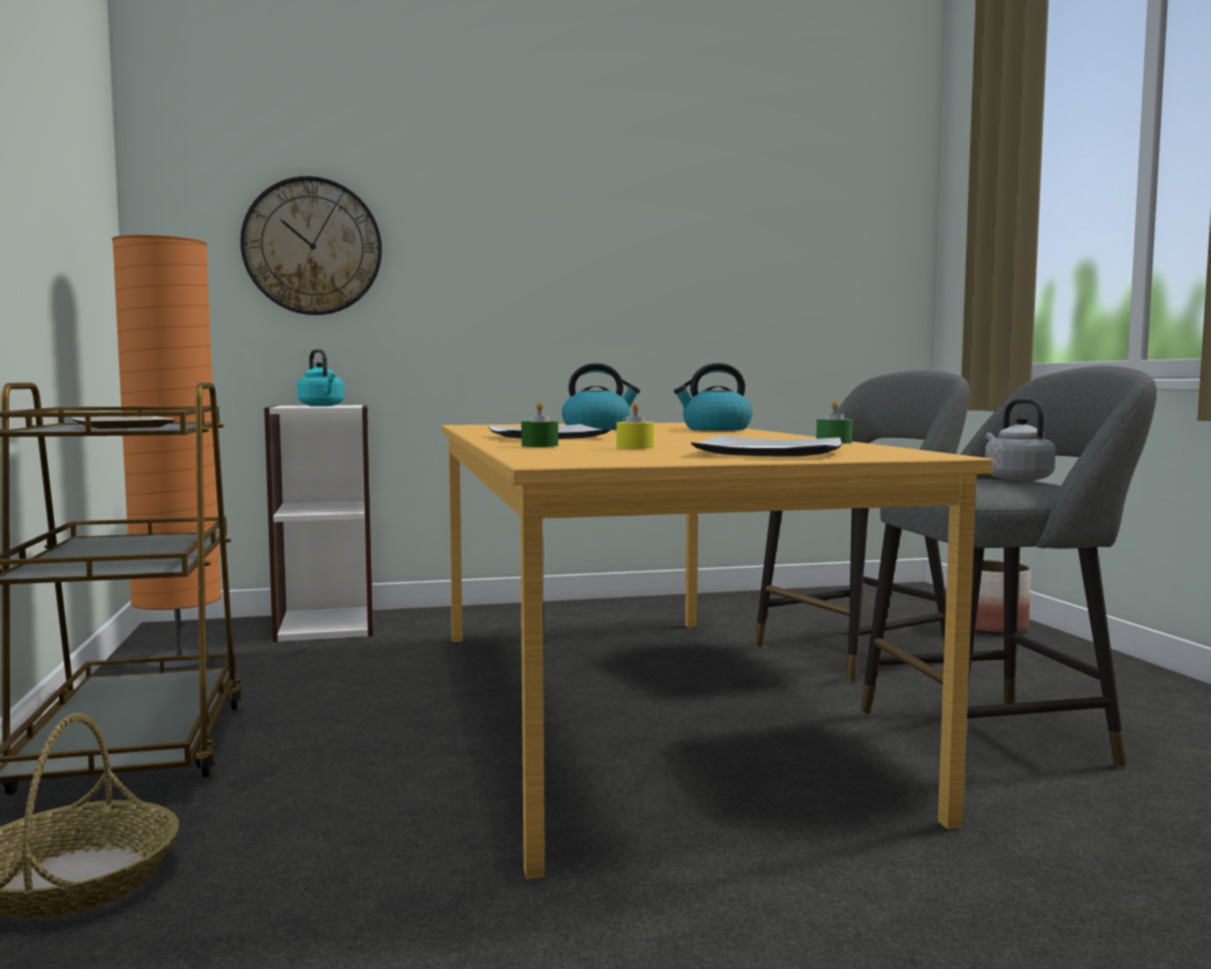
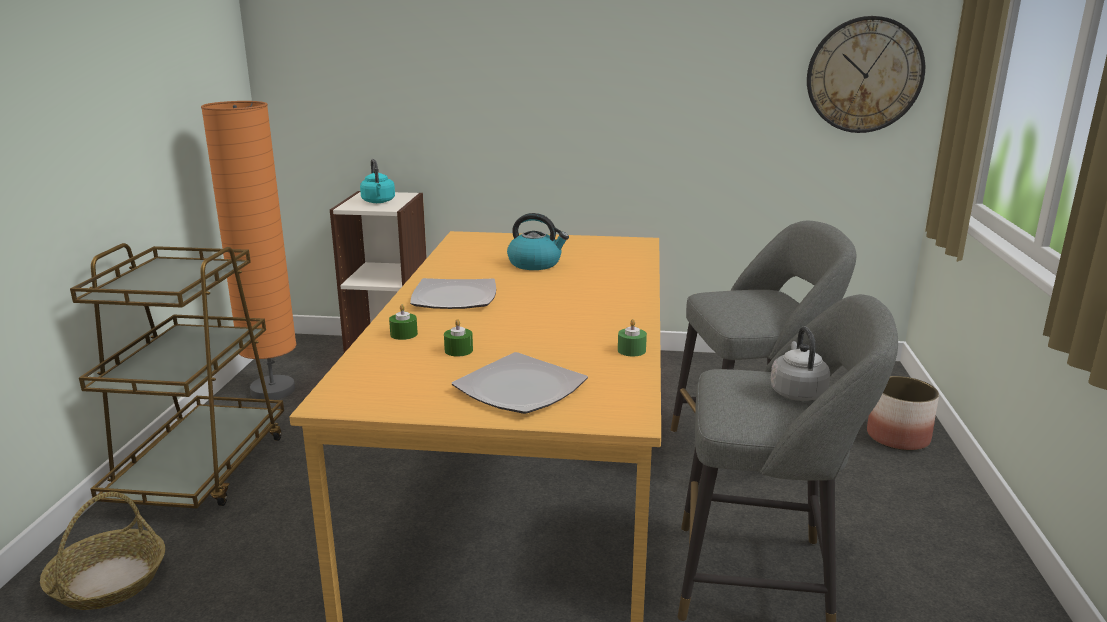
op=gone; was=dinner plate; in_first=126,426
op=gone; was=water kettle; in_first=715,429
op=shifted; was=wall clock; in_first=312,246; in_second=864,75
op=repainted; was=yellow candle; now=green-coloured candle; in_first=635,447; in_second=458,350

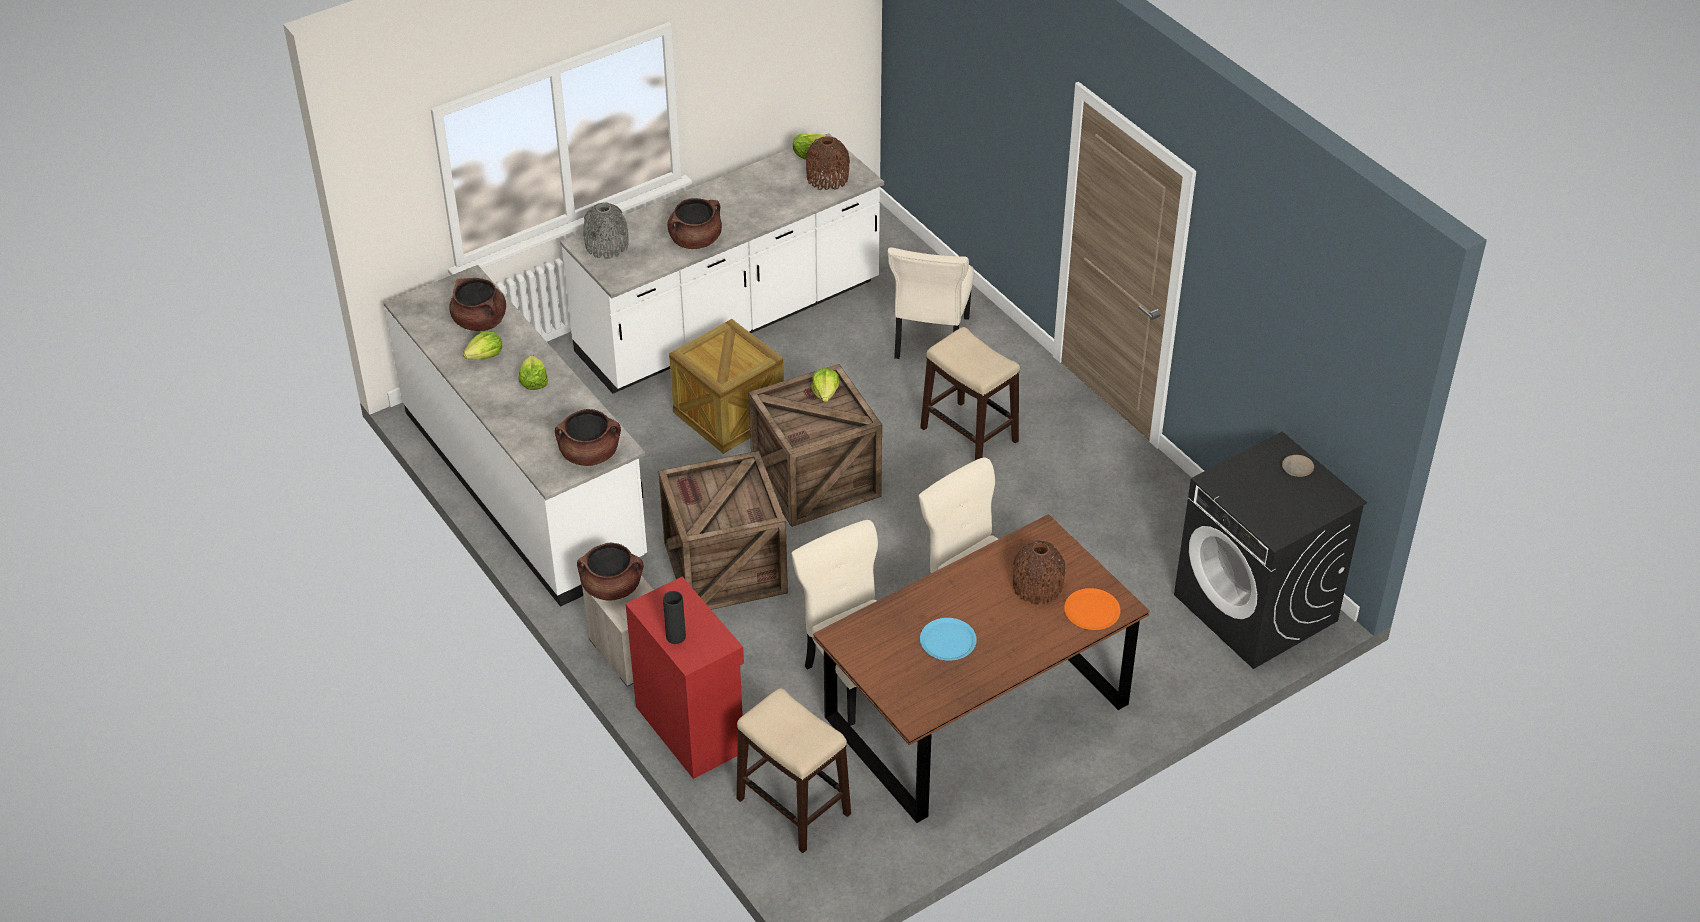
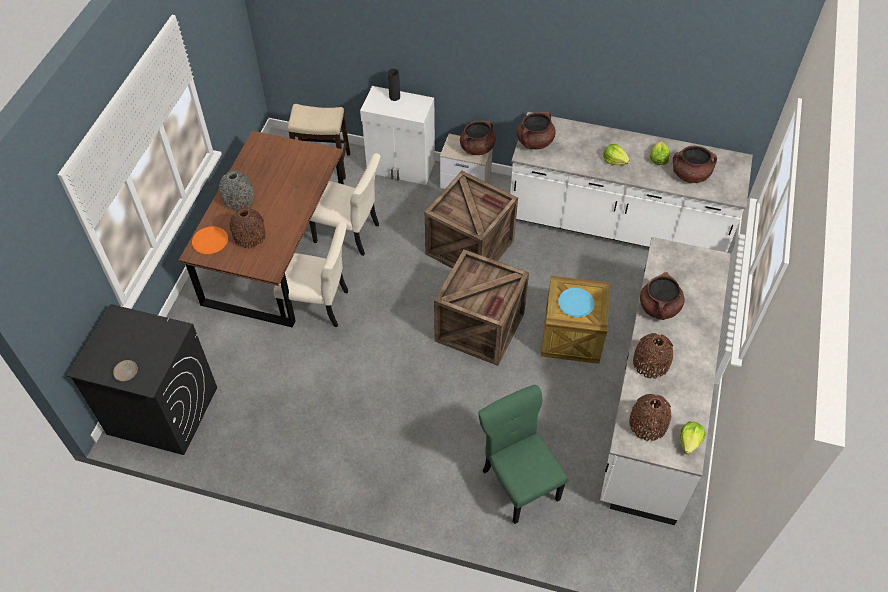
op=gone; was=lettuce; in_first=825,393
op=gone; was=stool seat; in_first=970,435
op=new; now=brown-coloured vase; in_second=650,363
op=shifted; was=greyish vase; in_first=607,245; in_second=238,199
op=shifted; was=blue-coloured dinner plate; in_first=948,640; in_second=576,303
op=repainted; was=red storage cabinet; now=white storage cabinet; in_first=691,727; in_second=401,168
op=repainted; was=beige-coloured plain chair; now=green-coloured plain chair; in_first=930,340; in_second=519,482

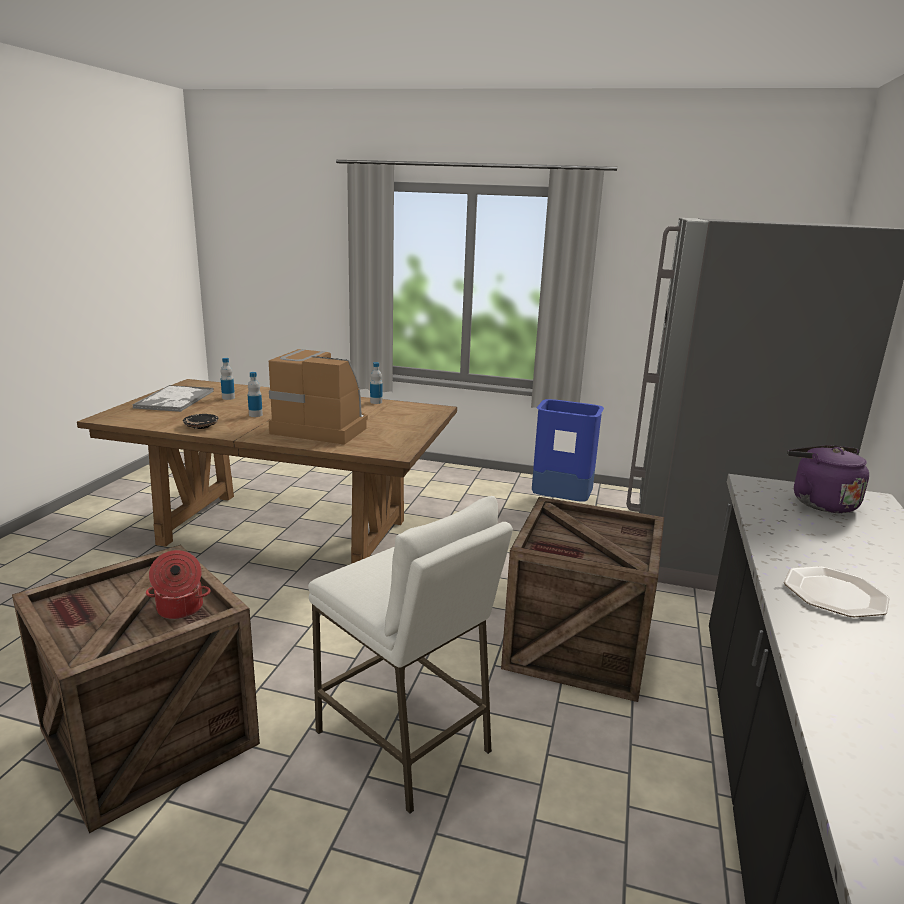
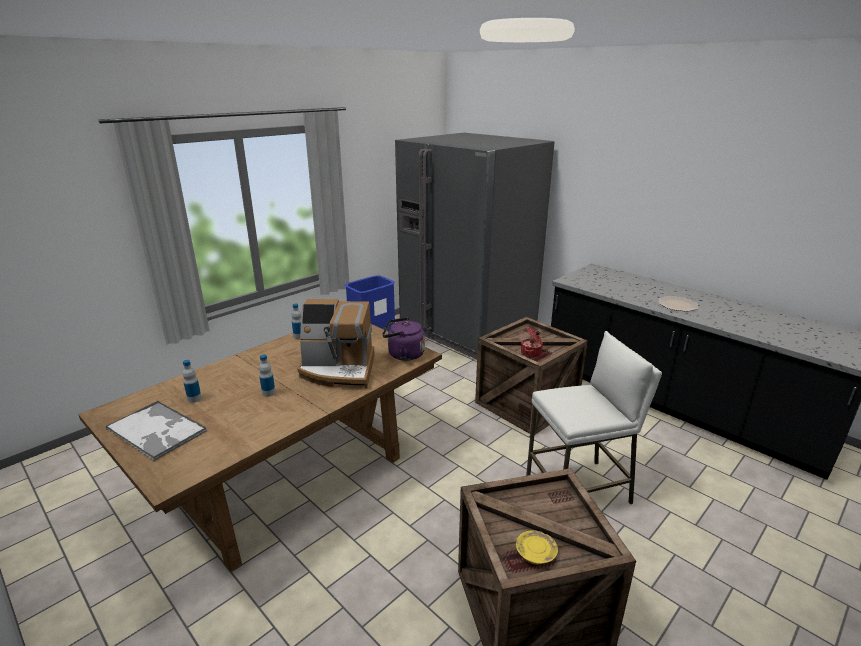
op=gone; was=blackish dinner plate; in_first=201,426
op=new; now=yellow dinner plate; in_second=535,553
op=shifted; was=saucepot; in_first=179,609; in_second=531,353
op=shifted; was=purple-coloured water kettle; in_first=819,502; in_second=403,354
op=rotated; was=coffee maker; in_first=321,428; in_second=338,370; clockwise=-135

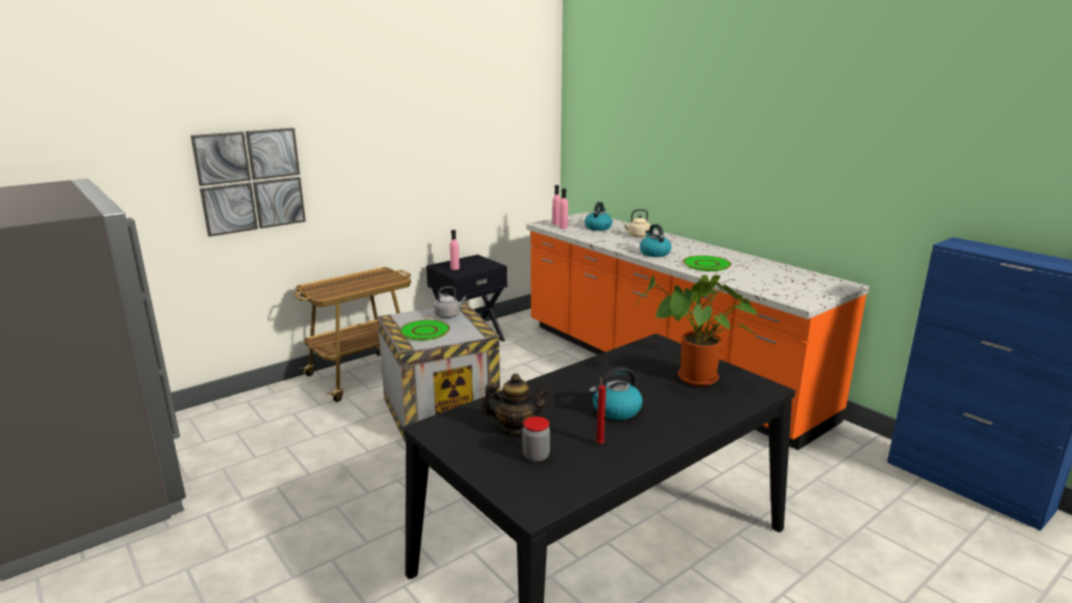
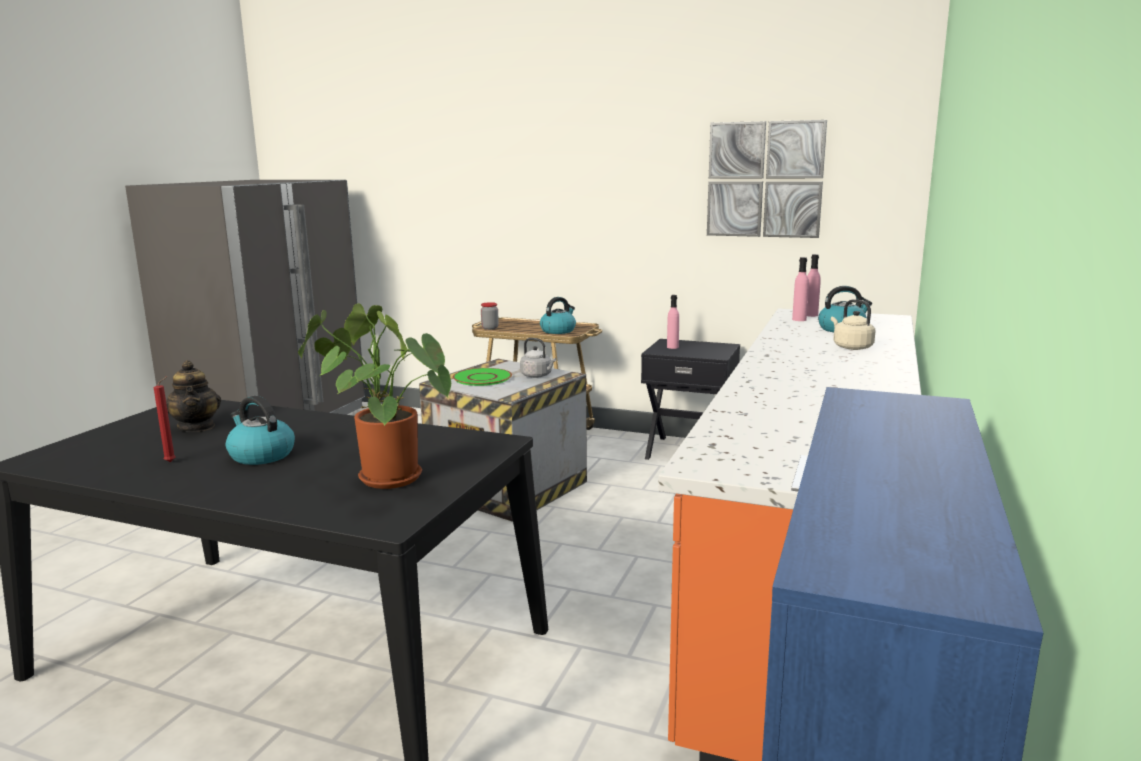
op=gone; was=green-coloured dinner plate; in_first=706,264
op=shifted; was=wall art; in_first=251,180; in_second=764,179
op=shifted; was=storage jar; in_first=536,456; in_second=490,328
op=shifted; was=water kettle; in_first=654,253; in_second=558,330

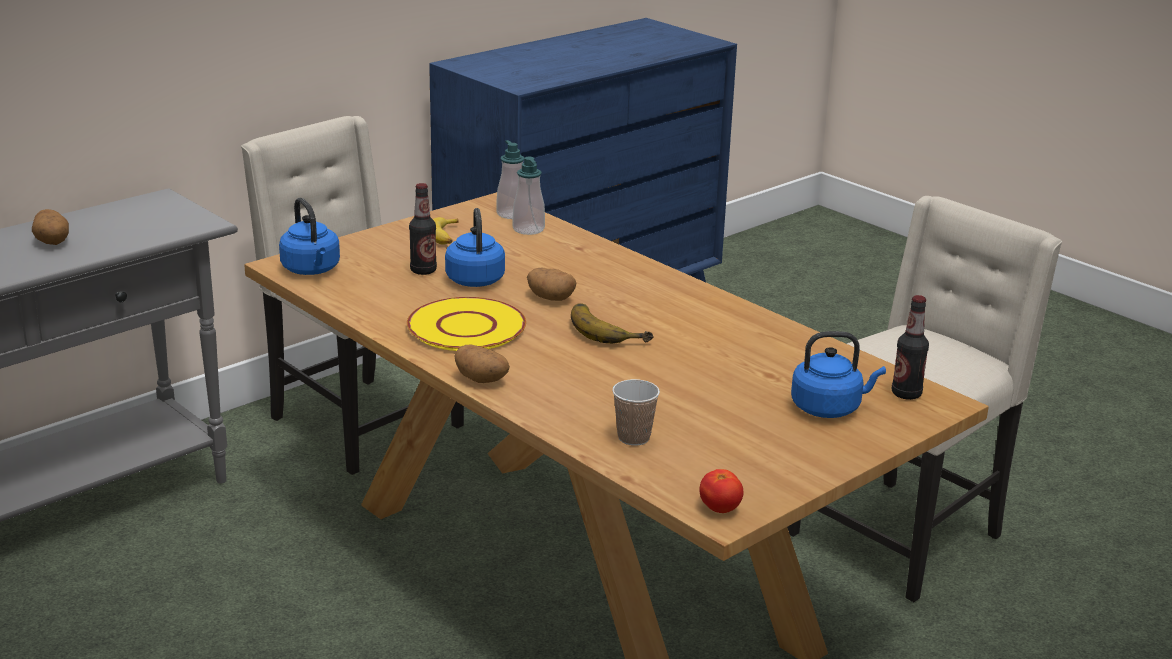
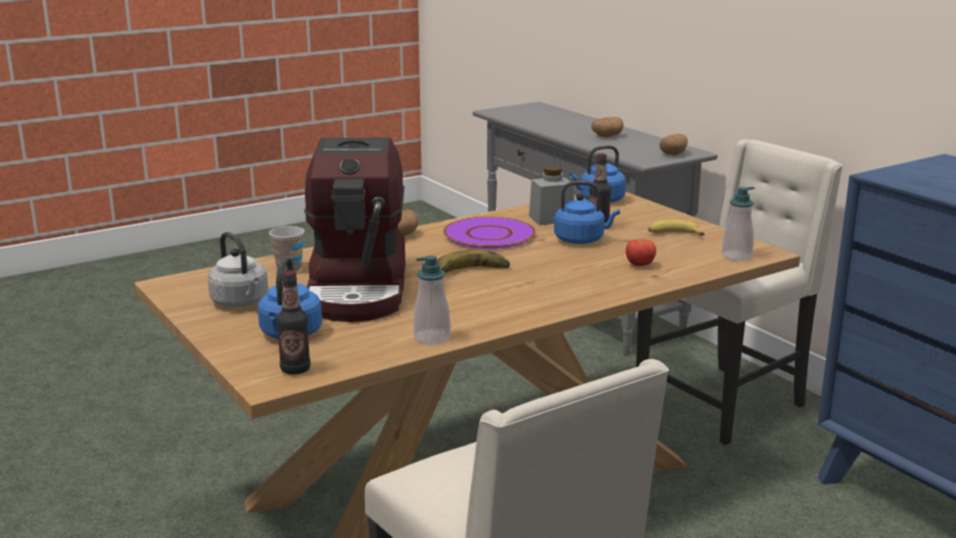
op=new; now=greyish water kettle; in_second=241,303
op=new; now=coffee maker; in_second=359,289
op=new; now=greyish storage jar; in_second=551,219
op=shifted; was=soap dispenser; in_first=528,229; in_second=432,338
op=shifted; was=spud; in_first=550,298; in_second=673,154
op=shifted; was=tomato; in_first=720,509; in_second=640,265
op=repainted; was=yellow dinner plate; now=purple-coloured dinner plate; in_first=467,327; in_second=488,235

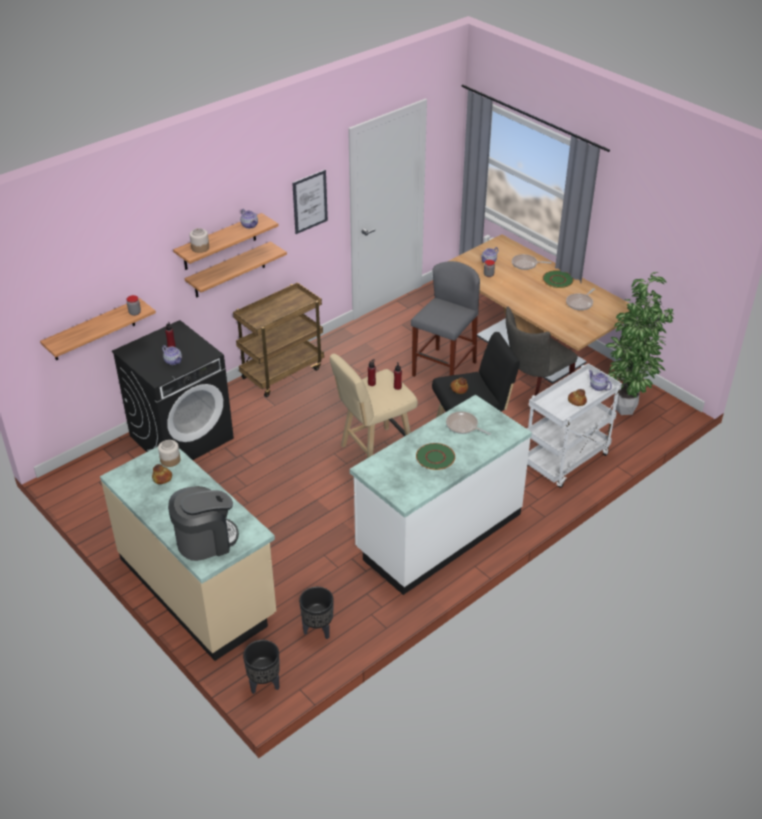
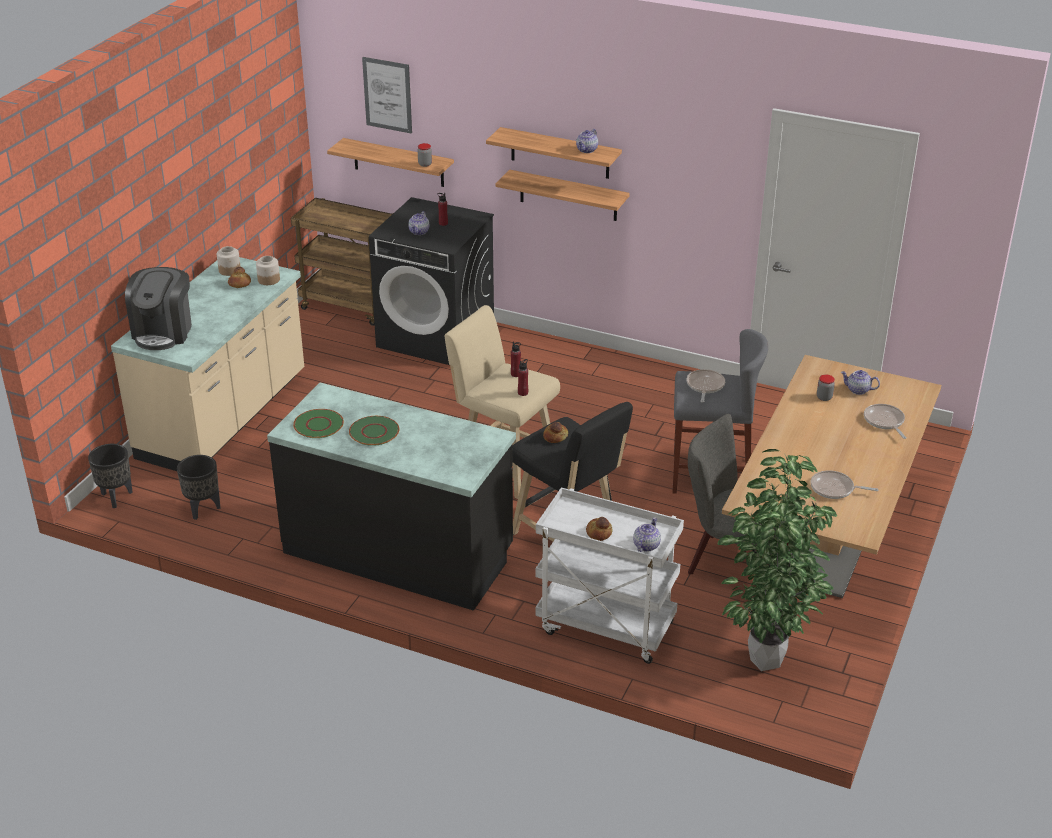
op=shifted; was=storage jar; in_first=200,248; in_second=230,270
op=shifted; was=brown-coloured cart; in_first=282,372; in_second=353,306
op=shifted; was=wall art; in_first=310,201; in_second=387,95
op=shifted; was=pan; in_first=463,426; in_second=705,386
op=shifted; was=green-coloured dinner plate; in_first=558,280; in_second=319,425
op=repainted; was=white kitchen counter; now=blackish kitchen counter; in_first=438,532; in_second=399,552
op=rotated; was=coffee maker; in_first=205,540; in_second=163,332; clockwise=60

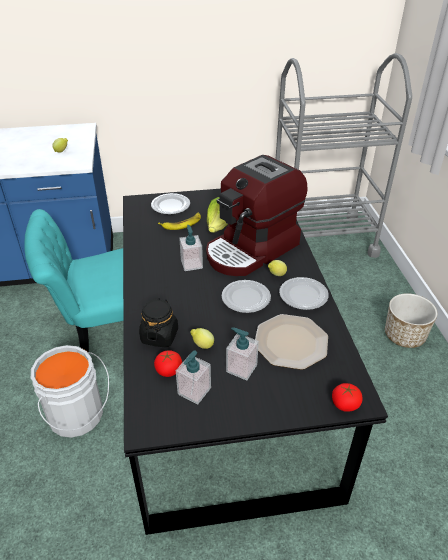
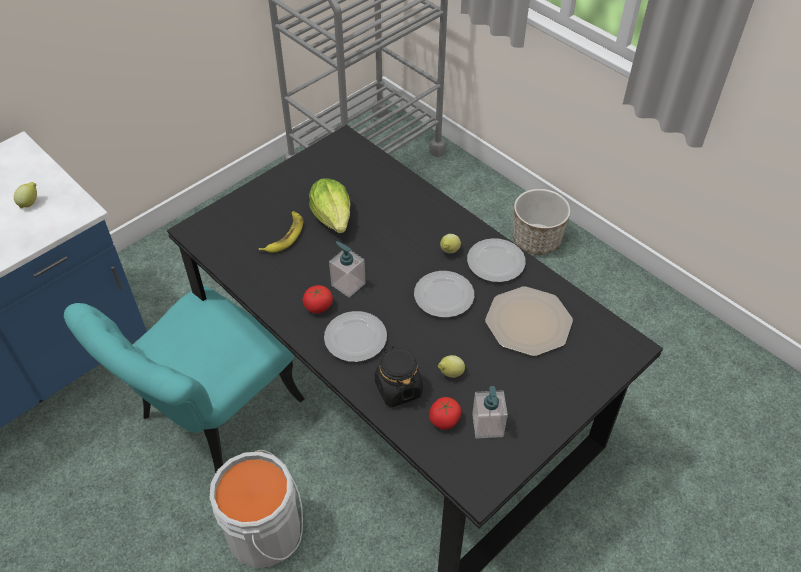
op=gone; was=coffee maker; in_first=252,250
op=gone; was=soap dispenser; in_first=241,368
op=shifted; was=dinner plate; in_first=170,206; in_second=355,339
op=shifted; was=tomato; in_first=345,404; in_second=318,306

